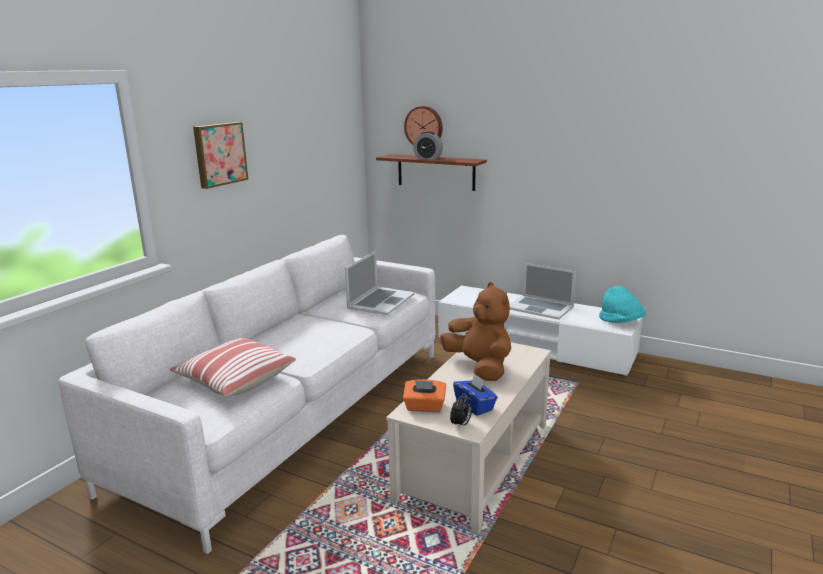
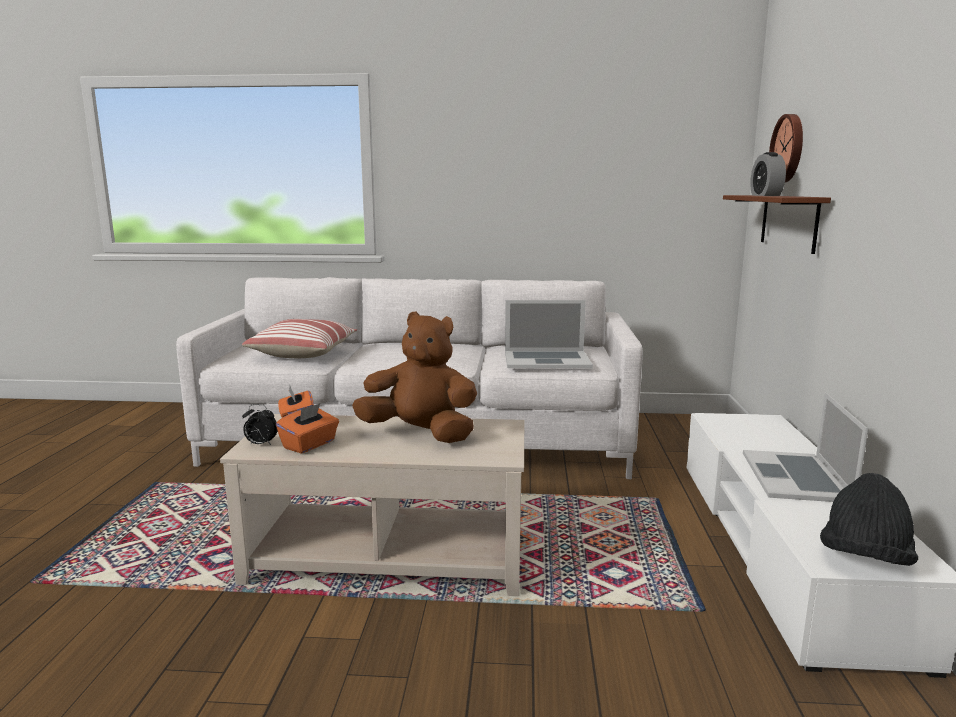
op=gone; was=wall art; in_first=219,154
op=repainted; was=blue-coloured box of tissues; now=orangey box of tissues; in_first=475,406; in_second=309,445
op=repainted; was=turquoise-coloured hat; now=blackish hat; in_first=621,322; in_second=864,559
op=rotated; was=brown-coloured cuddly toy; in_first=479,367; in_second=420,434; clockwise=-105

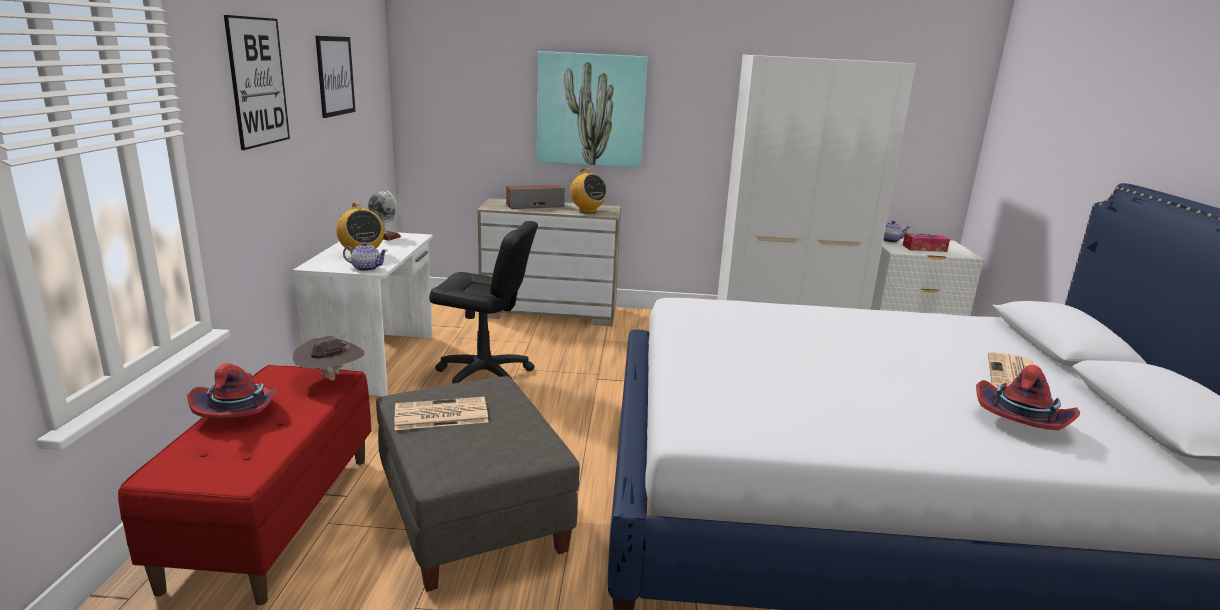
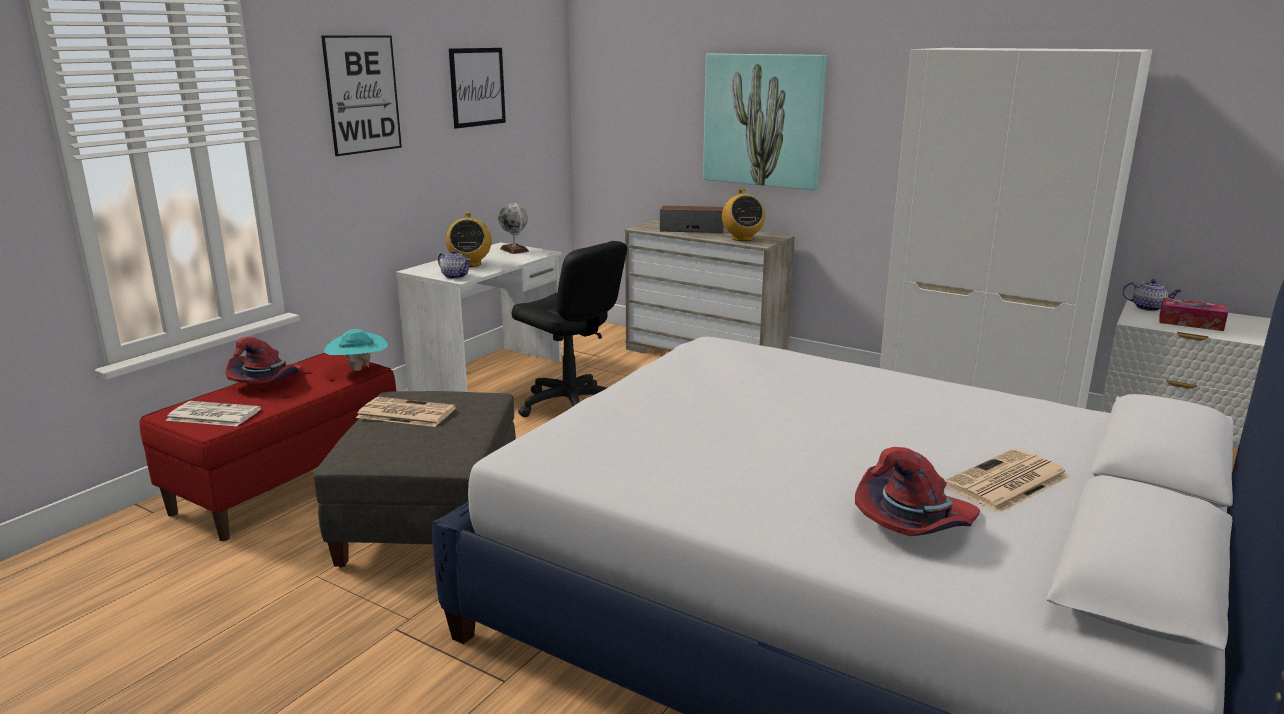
op=new; now=daily paper; in_second=212,415
op=repainted; was=brown-coloured hat; now=turquoise-coloured hat; in_first=331,379; in_second=358,370

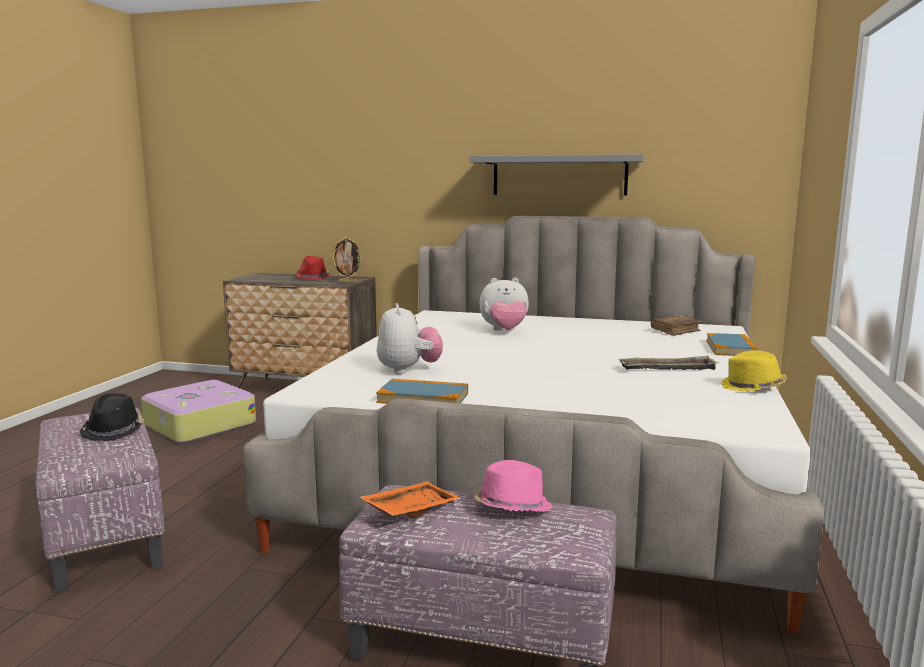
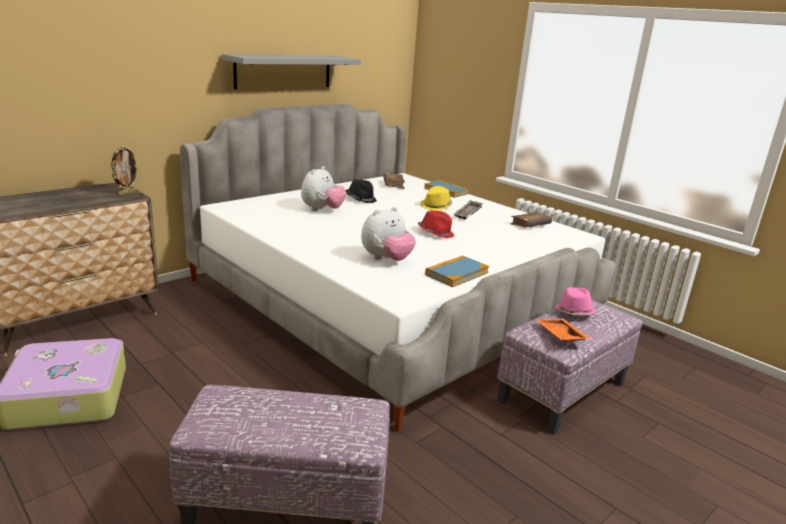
op=new; now=brown-coloured book; in_second=530,225
op=shifted; was=blackish hat; in_first=114,431; in_second=361,199
op=shifted; was=red hat; in_first=313,277; in_second=436,233
op=shifted; was=yellow hat; in_first=752,387; in_second=436,206
op=rotated; was=cuddly toy; in_first=408,370; in_second=386,259; clockwise=120

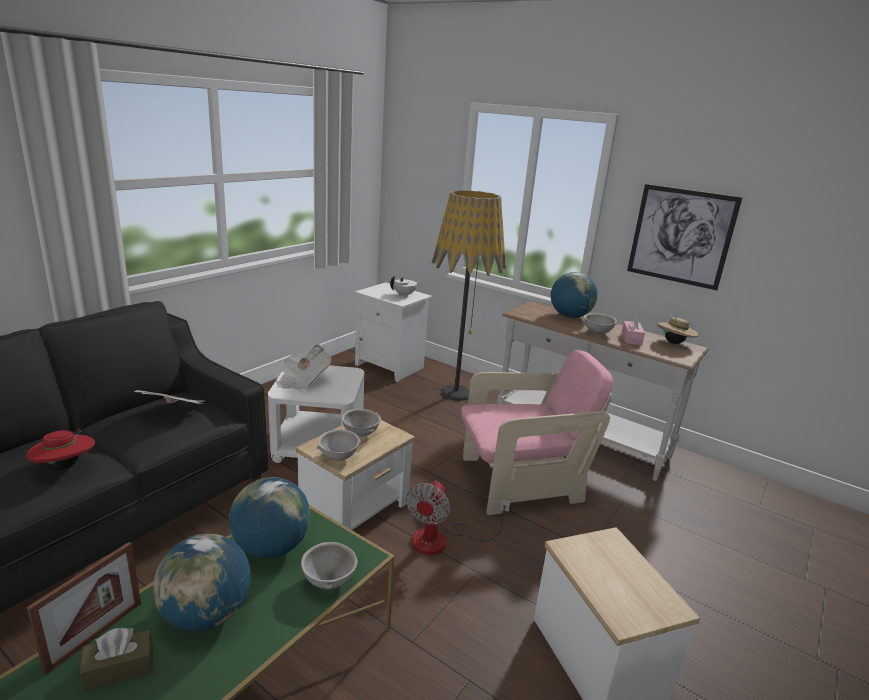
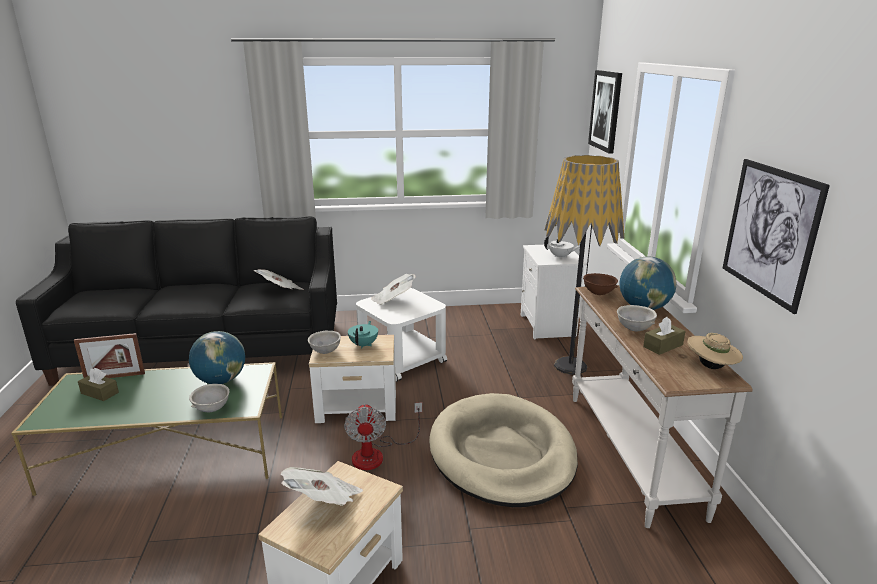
op=gone; was=red hat; in_first=65,466
op=gone; was=globe; in_first=206,615
op=new; now=daily paper; in_second=324,501
op=new; now=brown-coloured deep dish; in_second=598,293
op=new; now=wall art; in_second=606,110
op=swapped; was=greyish deep dish; now=turquoise-coloured teapot; in_first=361,433; in_second=364,344
op=swapped; was=pinkish easy chair; now=beige-coloured dog cushion; in_first=520,482; in_second=502,453
op=repainted; was=pinkish box of tissues; now=brown-coloured box of tissues; in_first=631,338; in_second=663,346
op=rotated; was=electric fan; in_first=442,540; in_second=377,454; clockwise=-75

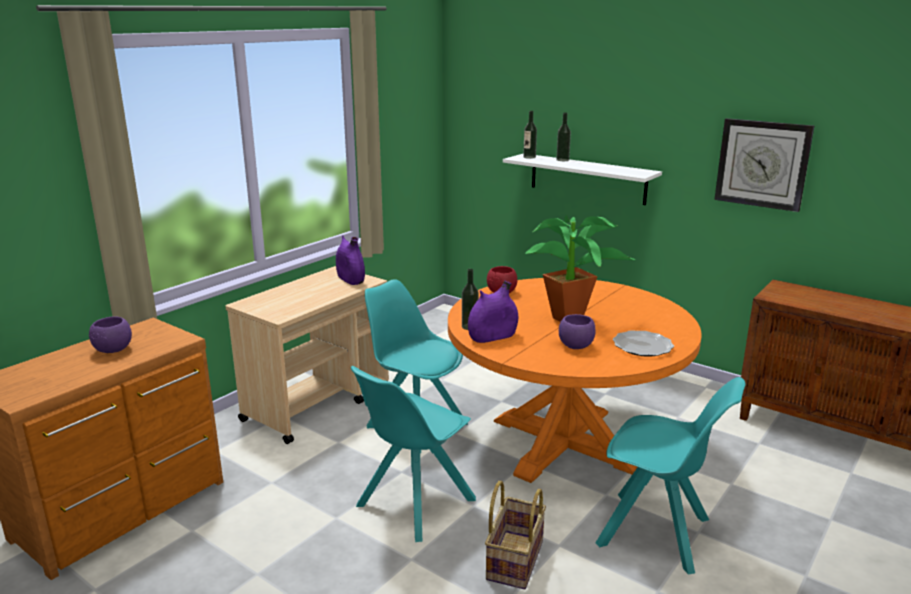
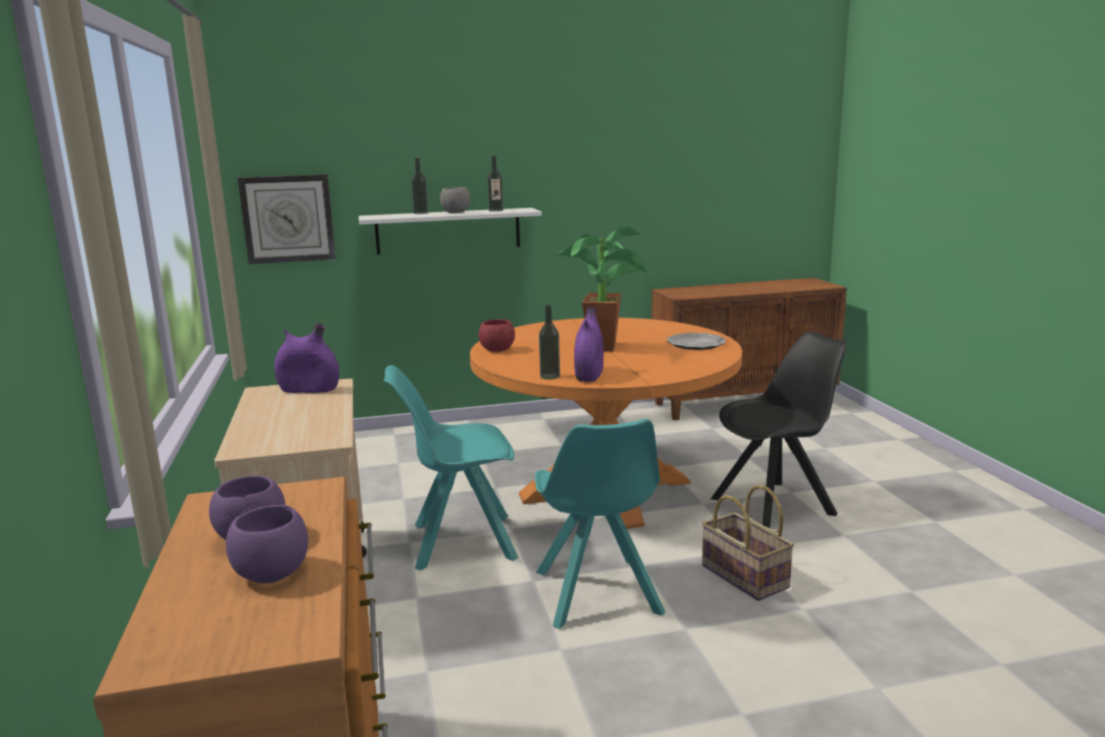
op=new; now=greyish deep dish; in_second=456,212
op=shifted; was=beverage bottle; in_first=529,157; in_second=496,210
op=shifted; was=purple-coloured deep dish; in_first=575,346; in_second=271,574
op=shifted; was=wall clock; in_first=762,164; in_second=288,219
op=repainted; was=turquoise-coloured plain chair; now=blackish plain chair; in_first=657,533; in_second=775,506

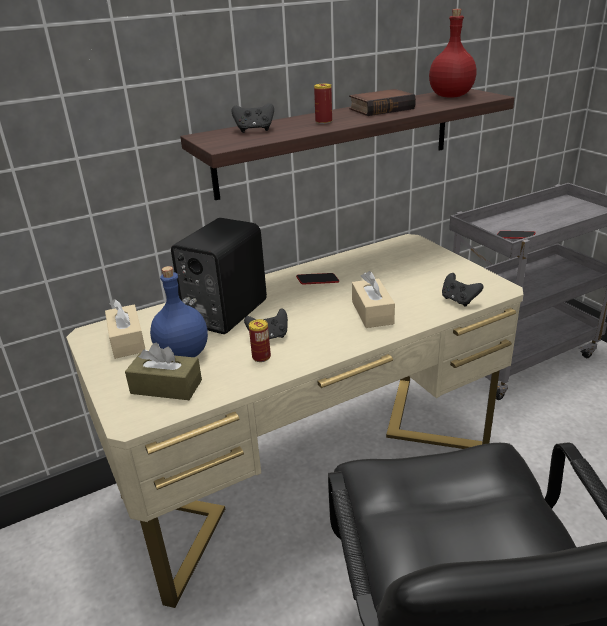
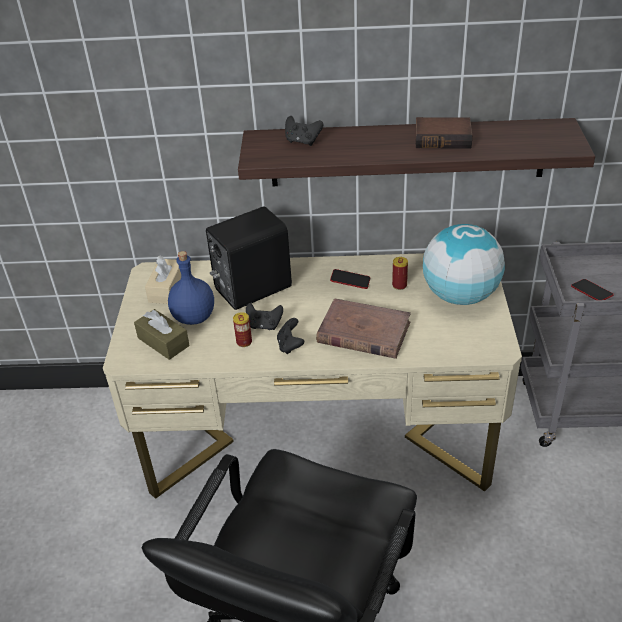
op=gone; was=red beverage bottle; in_first=450,96
op=new; now=globe; in_second=460,296
op=shifted; was=can; in_first=323,122; in_second=399,285
op=shifted; was=blackish game controller; in_first=459,300; in_second=290,345
op=swapped; was=beige-coloured box of tissues; now=brown-coloured book; in_first=372,312; in_second=363,332

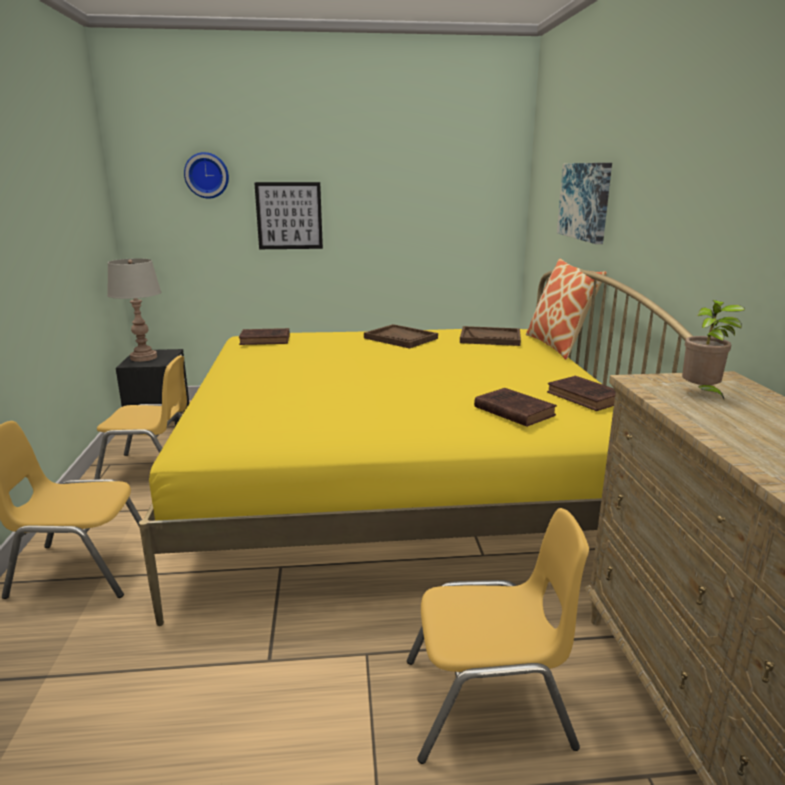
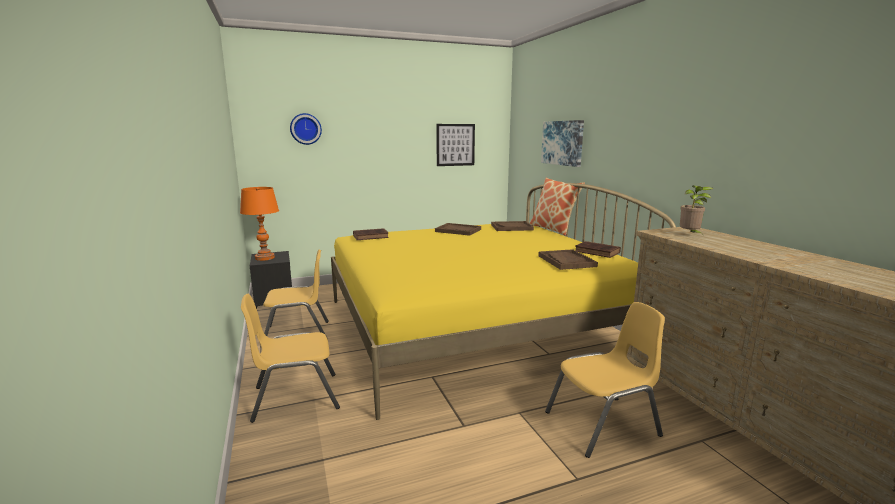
op=shifted; was=wall art; in_first=289,216; in_second=455,145
op=swapped; was=brown-coloured book; now=brown-coloured tray; in_first=512,411; in_second=566,261
op=repainted; was=greyish lamp for a table; now=orangey lamp for a table; in_first=143,357; in_second=264,258

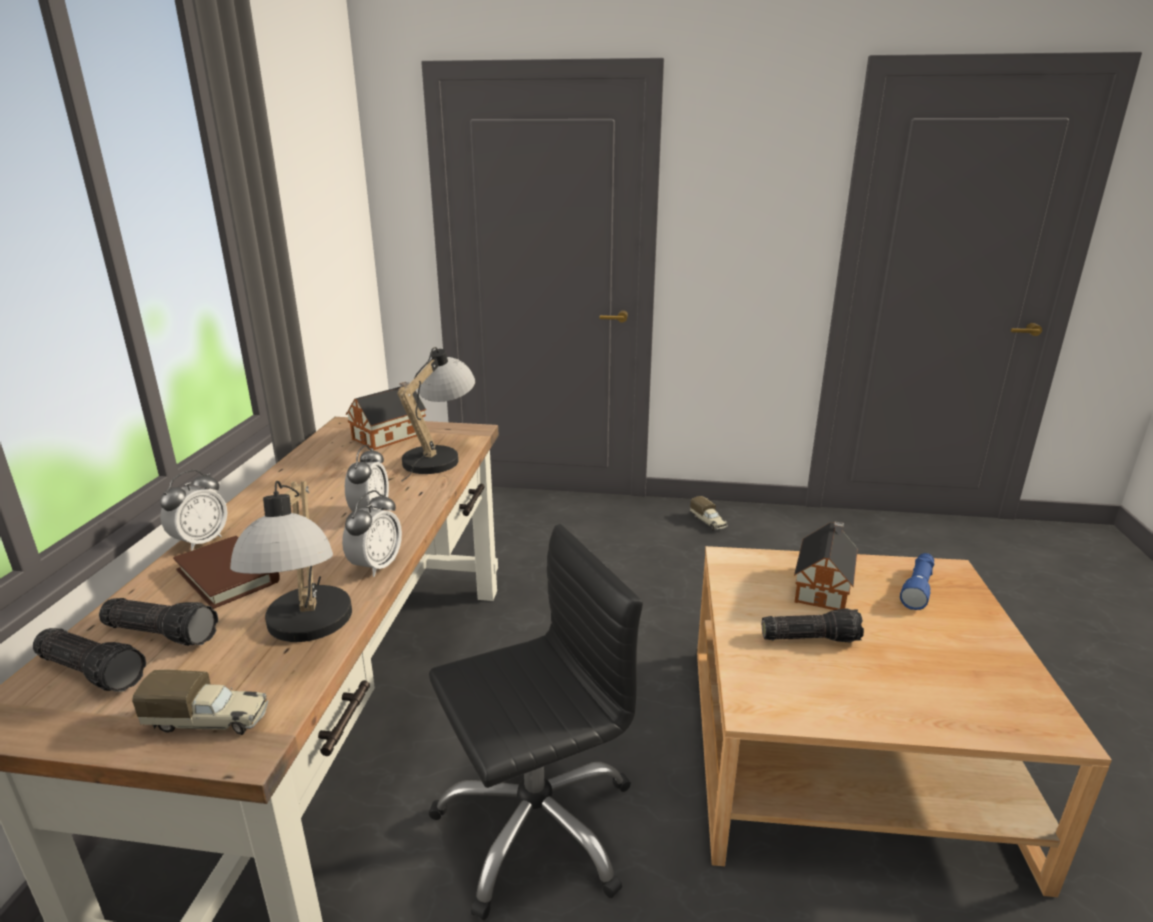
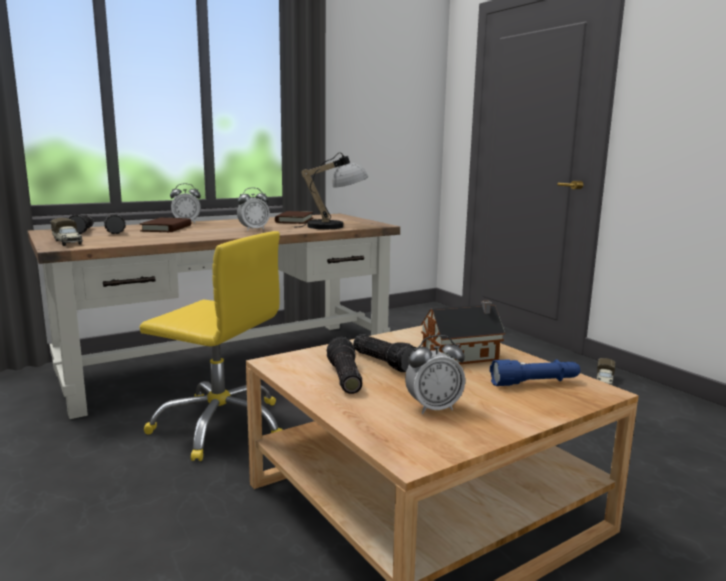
op=gone; was=lamp for a table; in_first=306,631
op=gone; was=miniature house; in_first=391,436
op=new; now=brown-coloured book; in_second=294,220
op=new; now=hand torch; in_second=343,377
op=shifted; was=bedside clock; in_first=376,566; in_second=433,408
op=repainted; was=blackish computer chair; now=yellow computer chair; in_first=536,824; in_second=220,425

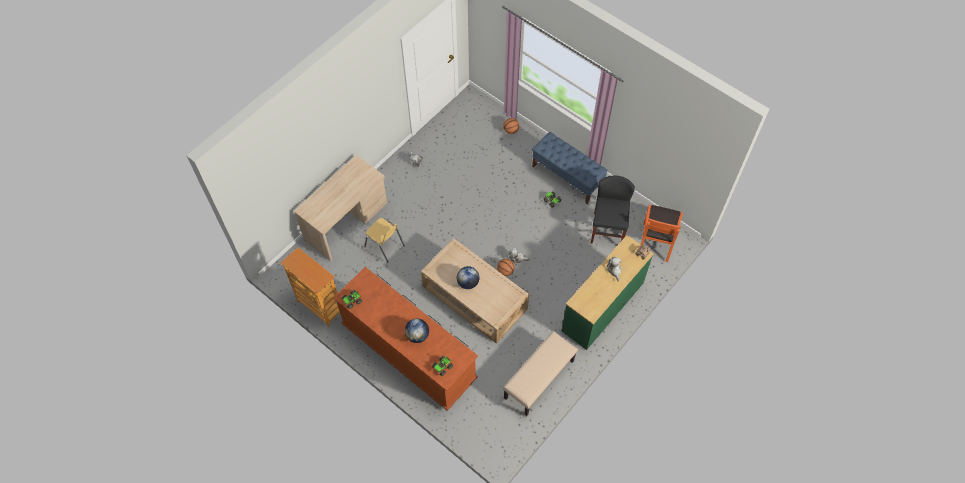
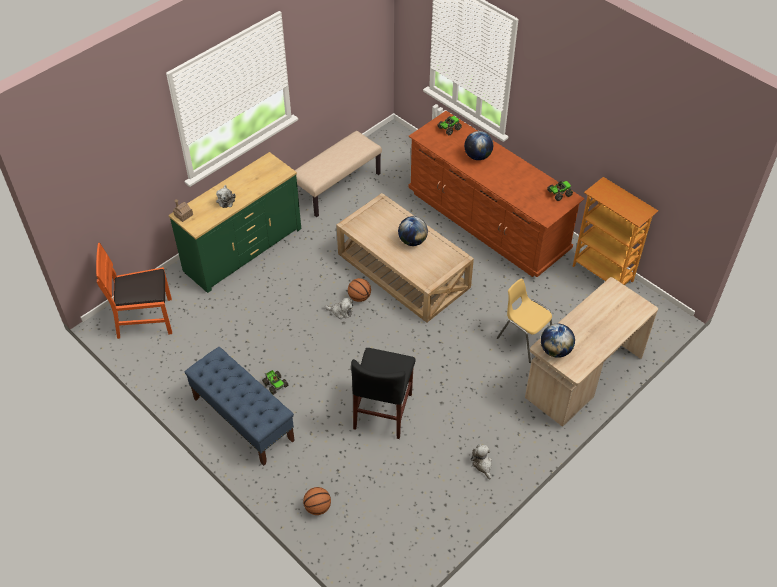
op=new; now=globe; in_second=555,350
op=shifted; was=blackish plain chair; in_first=607,230; in_second=383,411
op=rotated; was=orangey plain chair; in_first=656,242; in_second=145,318; clockwise=-120

